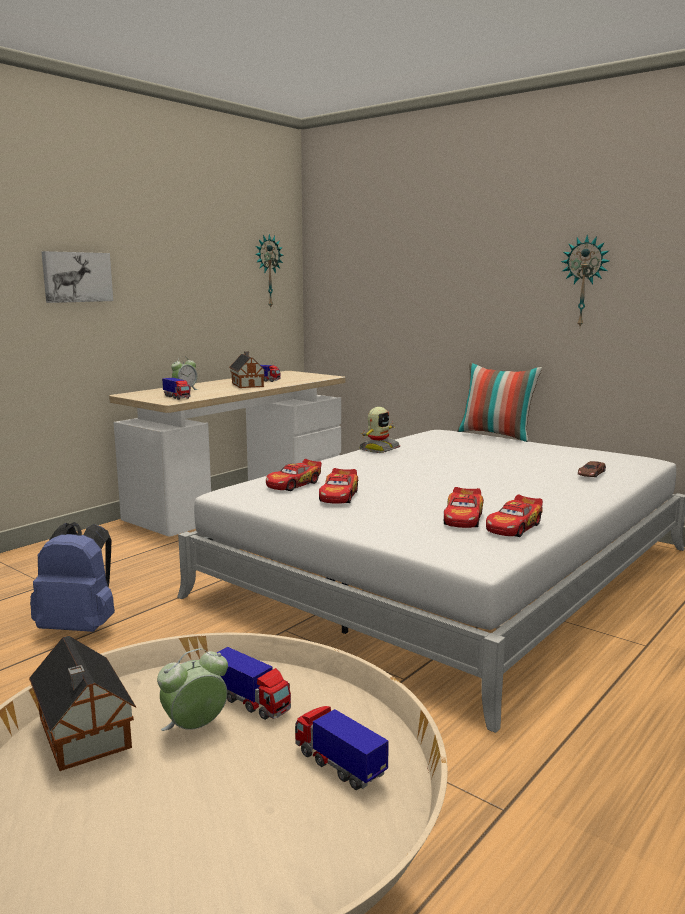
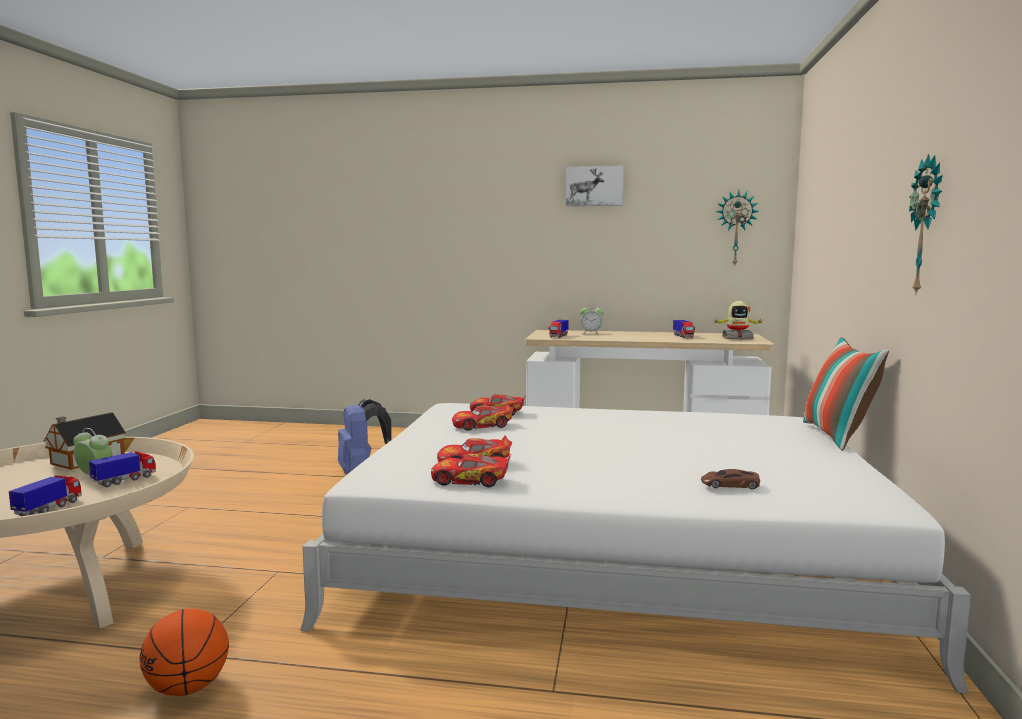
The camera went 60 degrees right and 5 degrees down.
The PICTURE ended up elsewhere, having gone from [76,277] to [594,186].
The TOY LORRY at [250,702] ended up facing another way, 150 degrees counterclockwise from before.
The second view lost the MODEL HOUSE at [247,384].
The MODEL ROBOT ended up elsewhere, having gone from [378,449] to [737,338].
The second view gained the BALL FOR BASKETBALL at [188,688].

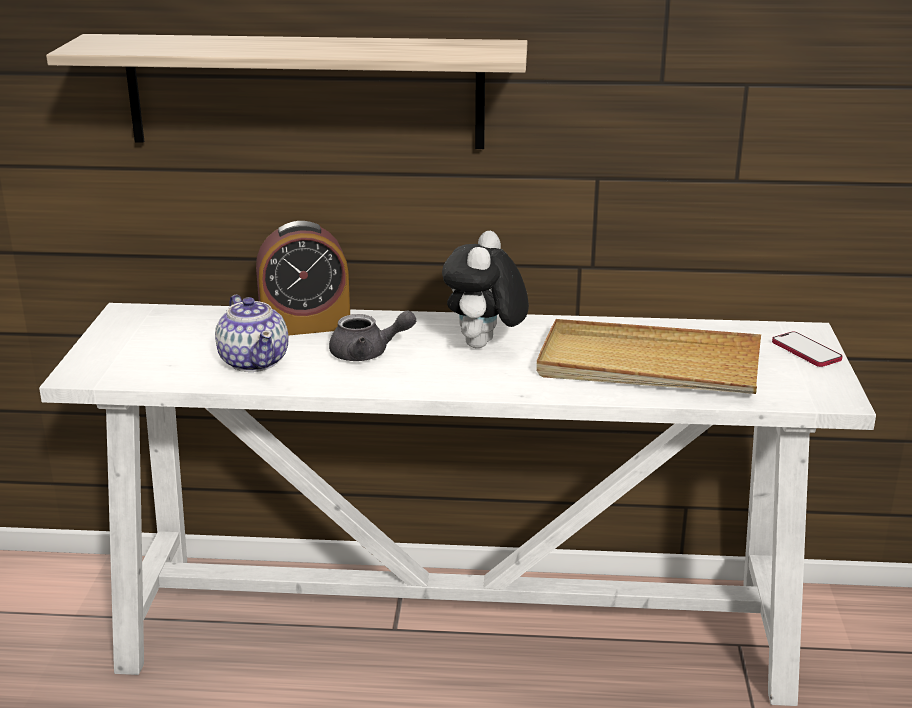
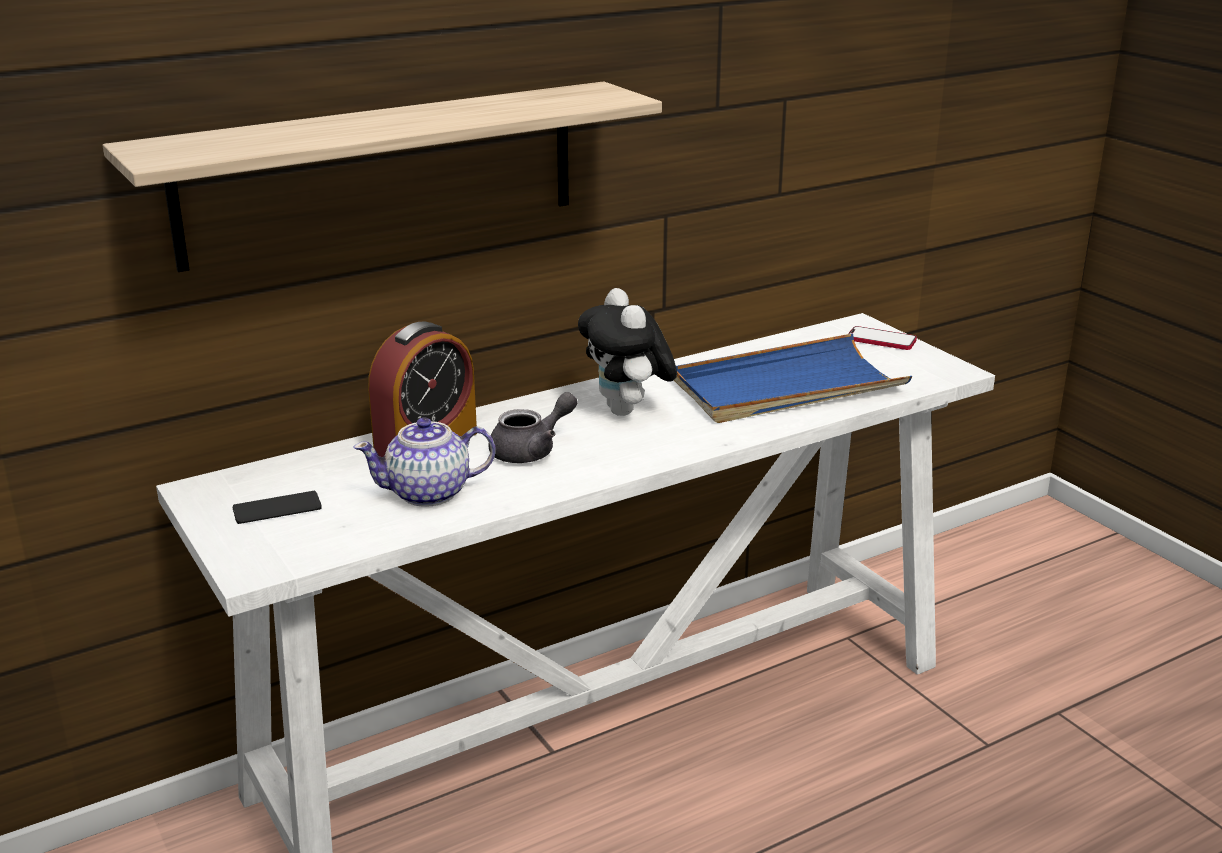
The camera went 35 degrees left and 0 degrees up.
The TEAPOT at [254,361] ended up facing another way, 135 degrees clockwise from before.
What was the SAND-COLOURED CARRYING TRAY at [648,366] turned into the BLUISH CARRYING TRAY at [786,387].
The second view gained the HANDSET at [277,508].

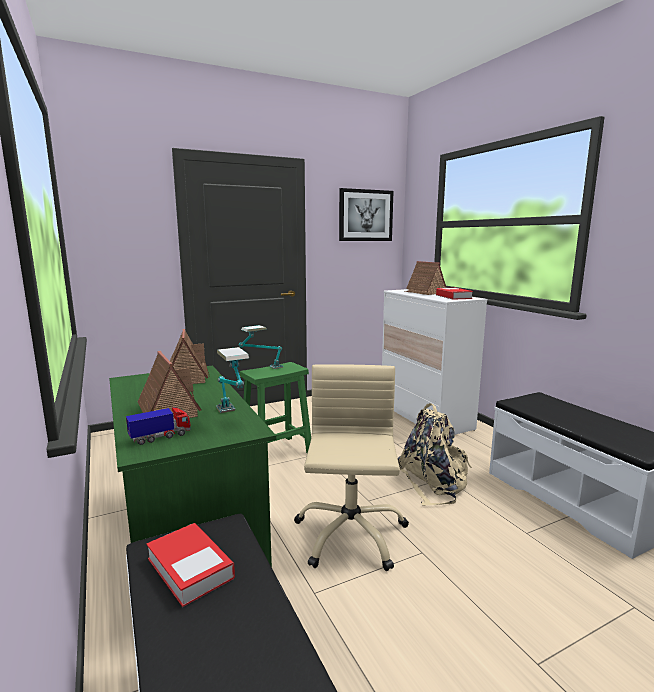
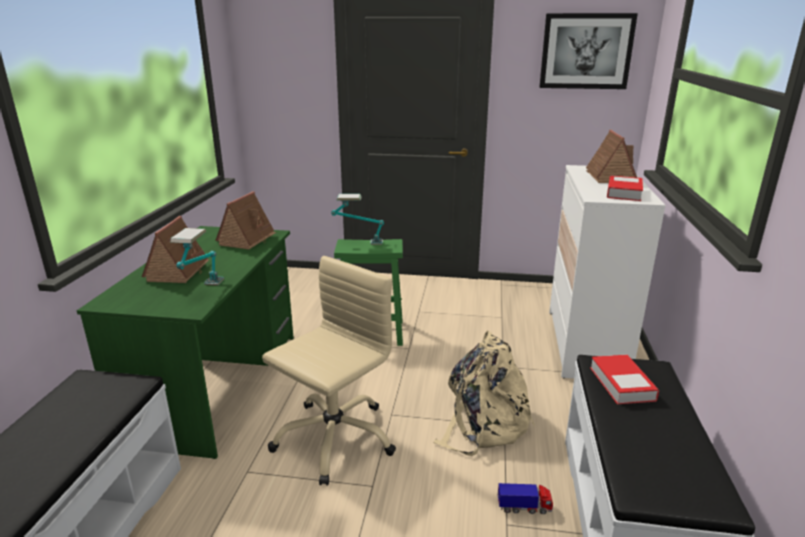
The camera went 35 degrees right and 10 degrees up.
The TOY LORRY ended up elsewhere, having gone from [161,437] to [524,508].
The BOUND BOOK ended up elsewhere, having gone from [190,568] to [621,384].

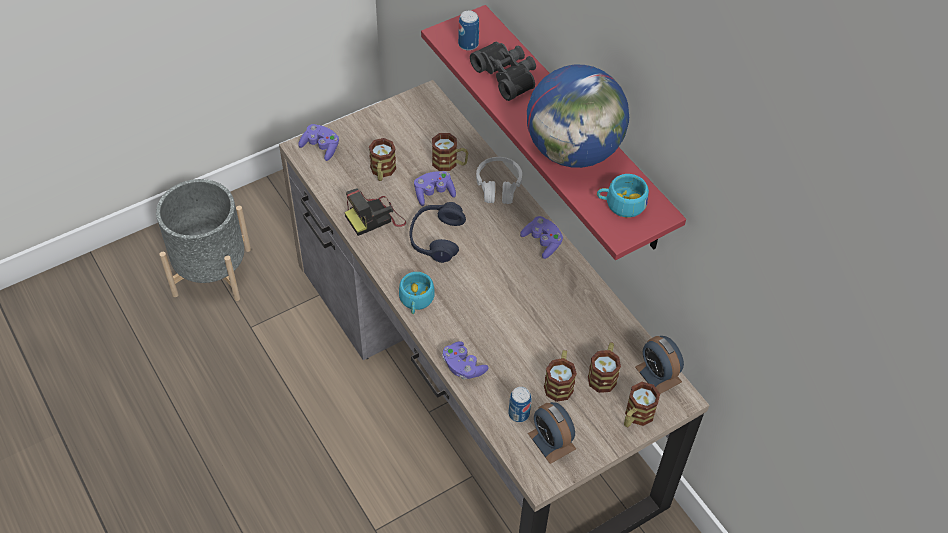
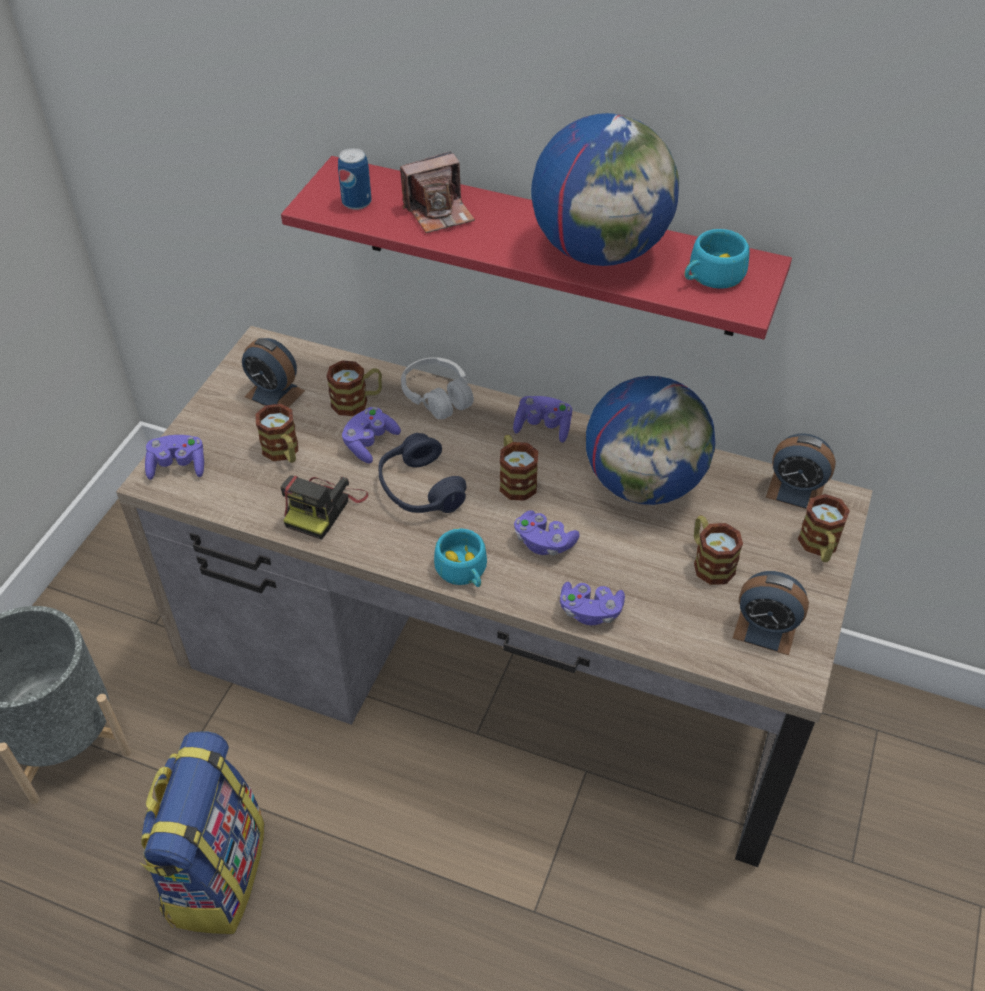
The camera went 35 degrees left and 5 degrees down.
Where the BLACKISH BINOCULARS stood at [507,75], the PHOTO CAMERA came to stand at [439,212].
The second view lost the METAL CAN at [519,414].
The COFFEE MUG ended up elsewhere, having gone from [603,374] to [515,480].
The second view gained the KNAPSACK at [215,872].
The second view gained the TABLE CLOCK at [274,393].
The second view gained the PURPLISH JOYPAD at [544,543].
The second view gained the GLOBE at [644,483].

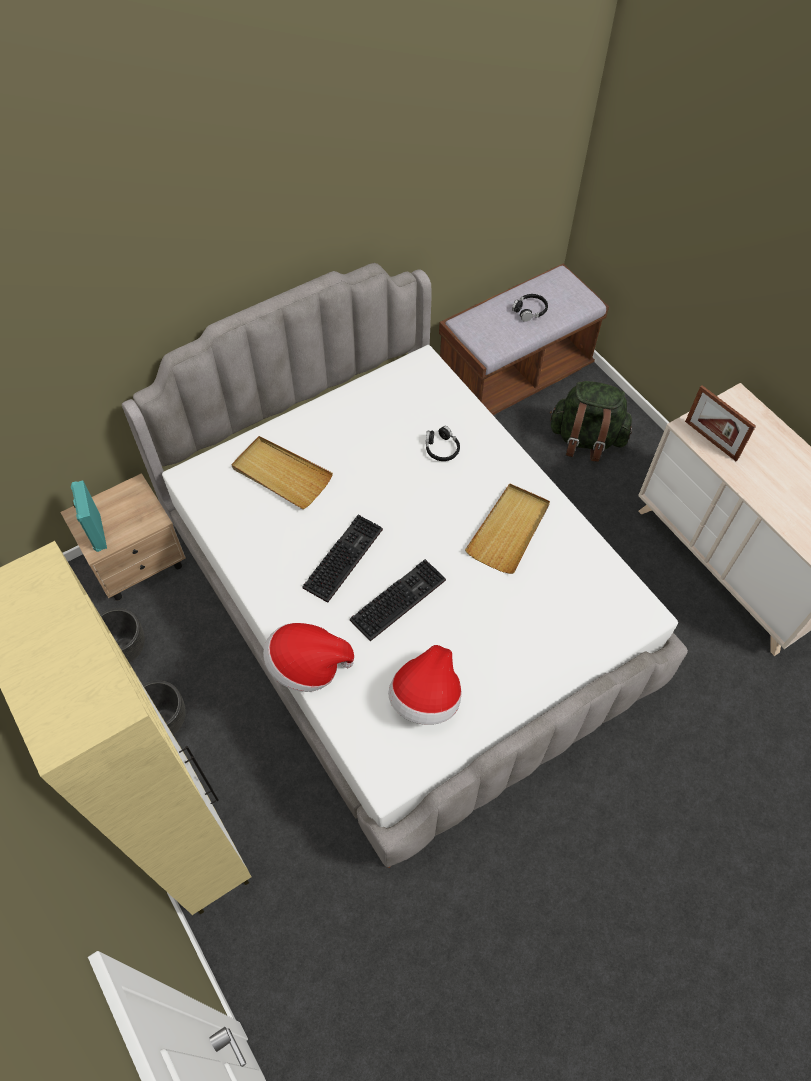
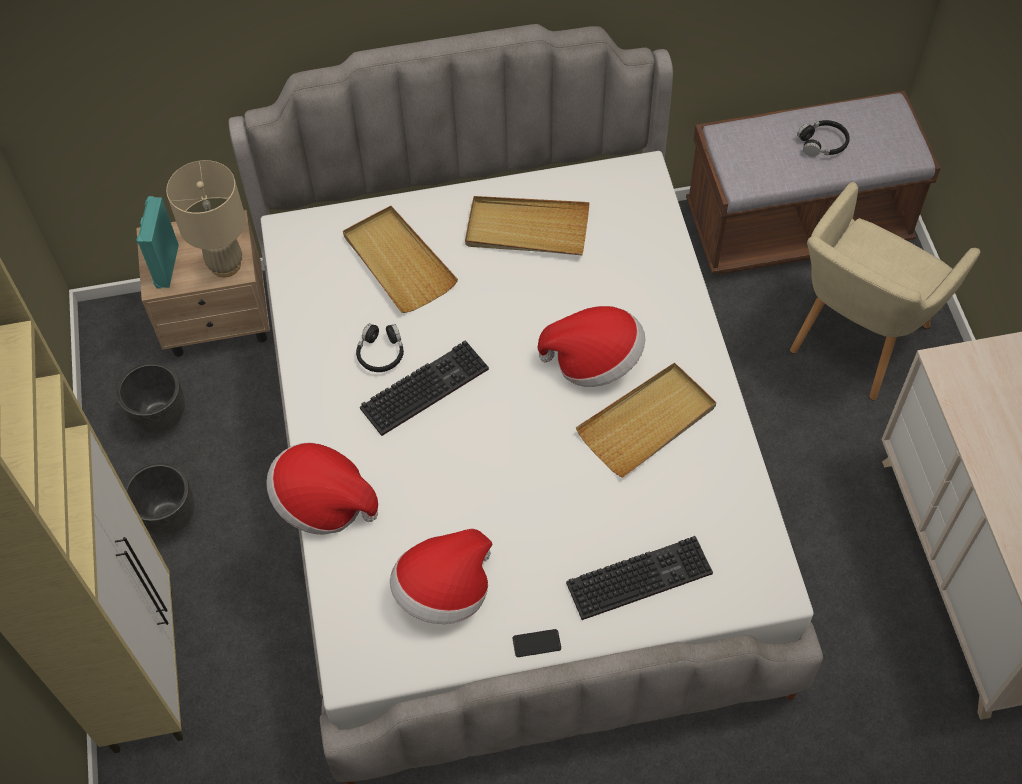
The camera went 25 degrees right and 0 degrees up.
The COMPUTER KEYBOARD ended up elsewhere, having gone from [398,597] to [640,575].
The BLACKISH HEADPHONES ended up elsewhere, having gone from [441,448] to [381,353].
Where the GREENISH KNAPSACK stood at [585,440], the SAND-COLOURED ARMCHAIR came to stand at [855,343].
The second view lost the PHOTO FRAME at [711,440].
The second view gained the SAND-COLOURED TABLETOP LAMP at [225,265].
The second view gained the SAND-COLOURED CARRYING TRAY at [527,229].
The second view gained the HANDSET at [536,643].
The second view gained the CLOTHING HAT at [594,361].

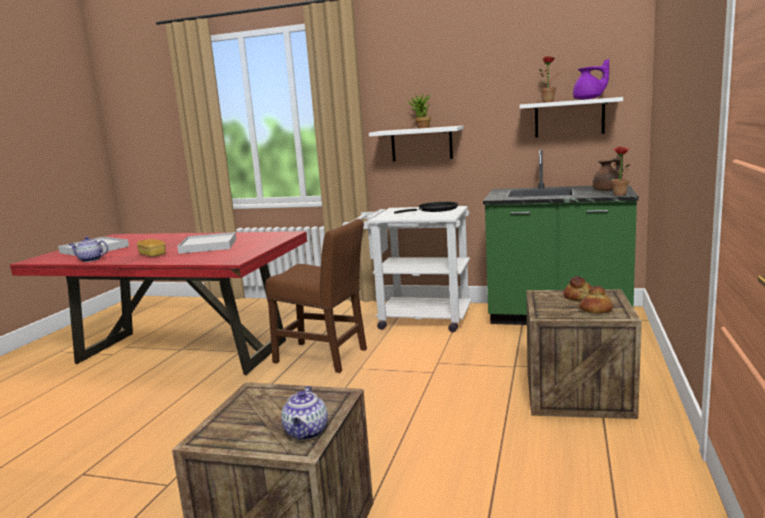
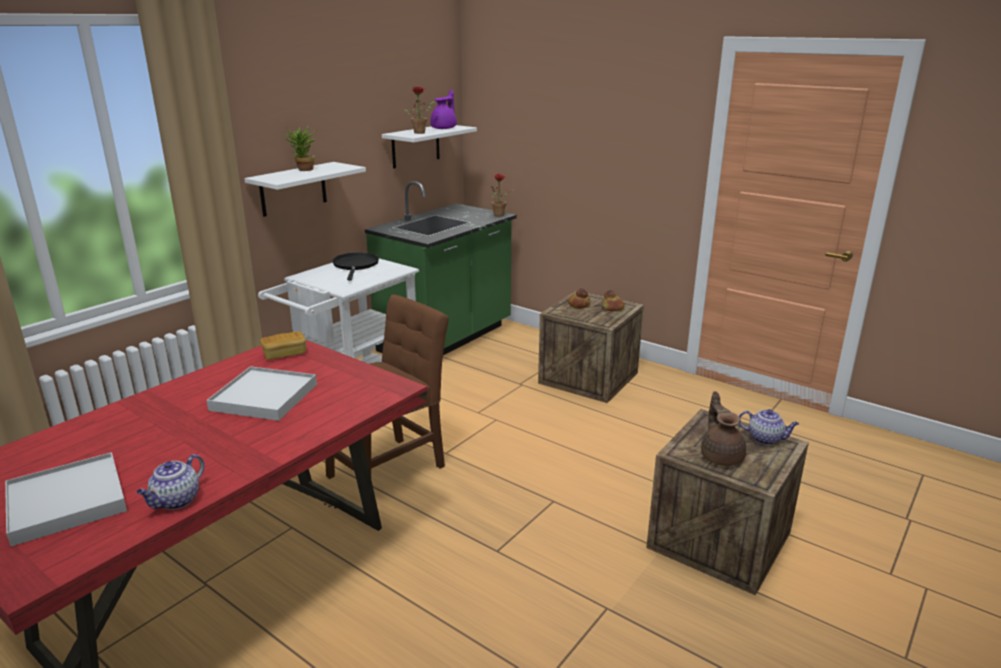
The camera went 70 degrees left and 10 degrees up.
The BAKERY BREAD ended up elsewhere, having gone from [152,255] to [284,354].
The BROWNISH TEAPOT ended up elsewhere, having gone from [608,190] to [721,456].

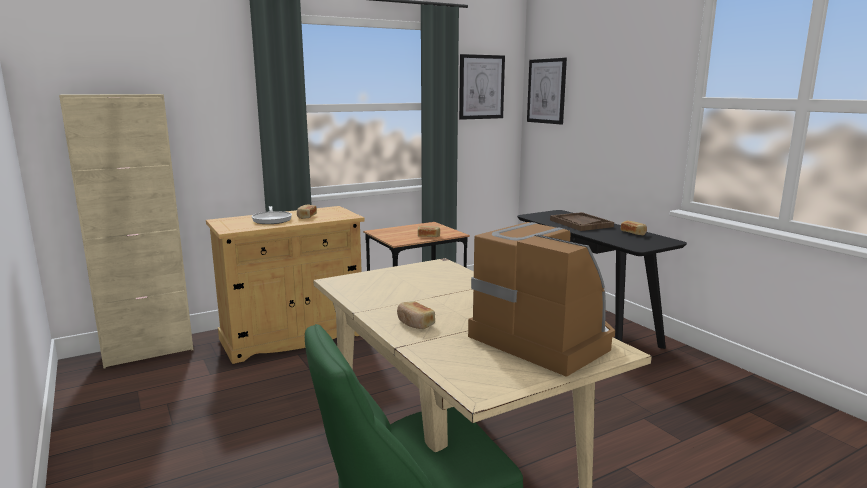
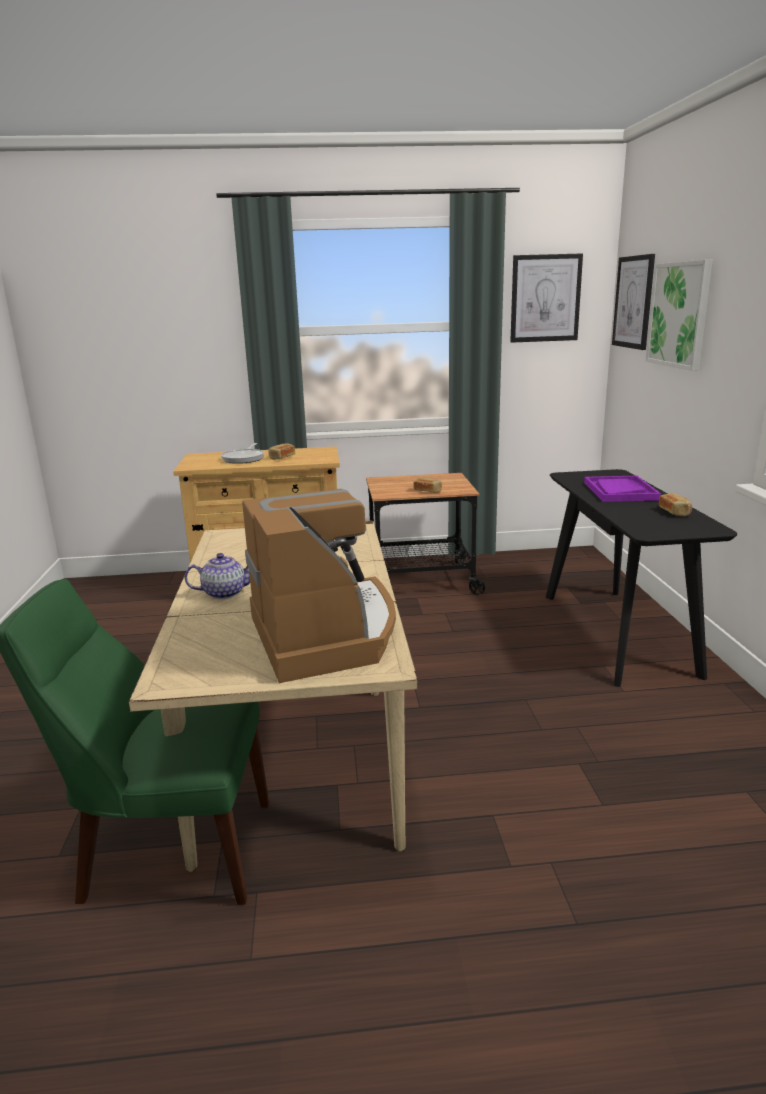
The camera went 25 degrees right and 5 degrees up.
The second view lost the SAND-COLOURED CUPBOARD at [148,352].
Where the BAKERY BREAD stood at [415,323], the TEAPOT came to stand at [224,593].
What was the BROWNISH CARRYING TRAY at [580,223] turned into the PURPLISH CARRYING TRAY at [620,491].
The second view gained the PICTURE at [679,314].

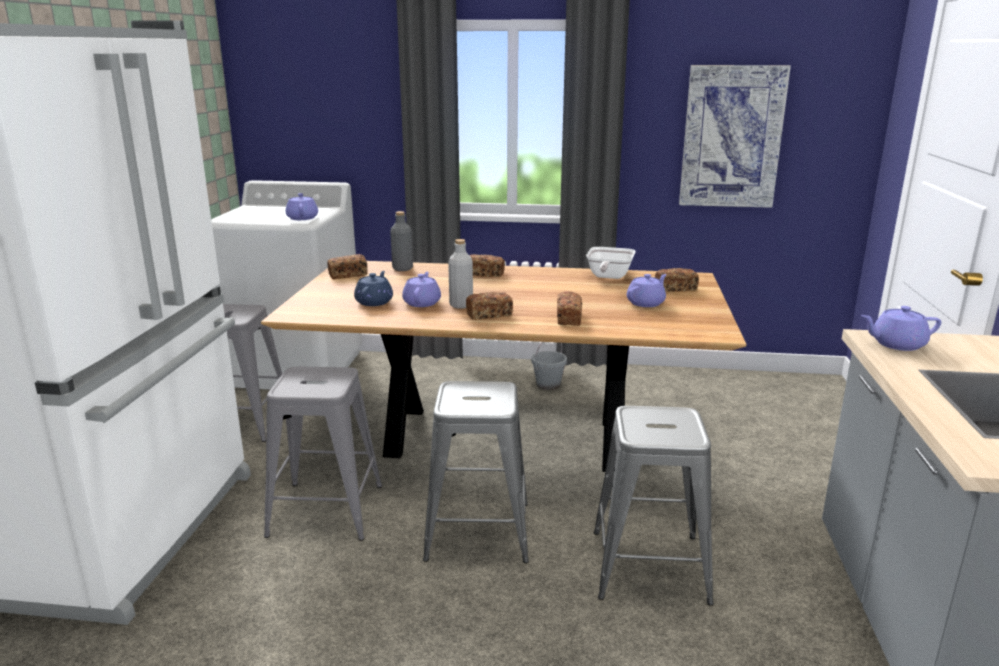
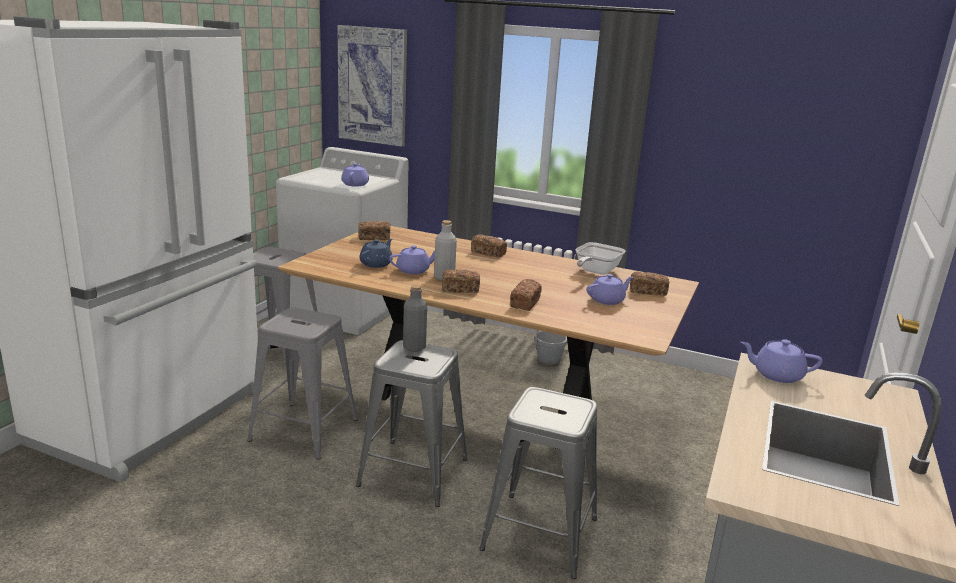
The camera went 15 degrees right and 0 degrees up.
The GREY BOTTLE ended up elsewhere, having gone from [402,269] to [414,347].
The PURPLISH TEAPOT at [422,303] ended up facing another way, 45 degrees clockwise from before.
The PICTURE ended up elsewhere, having gone from [731,137] to [373,85].

